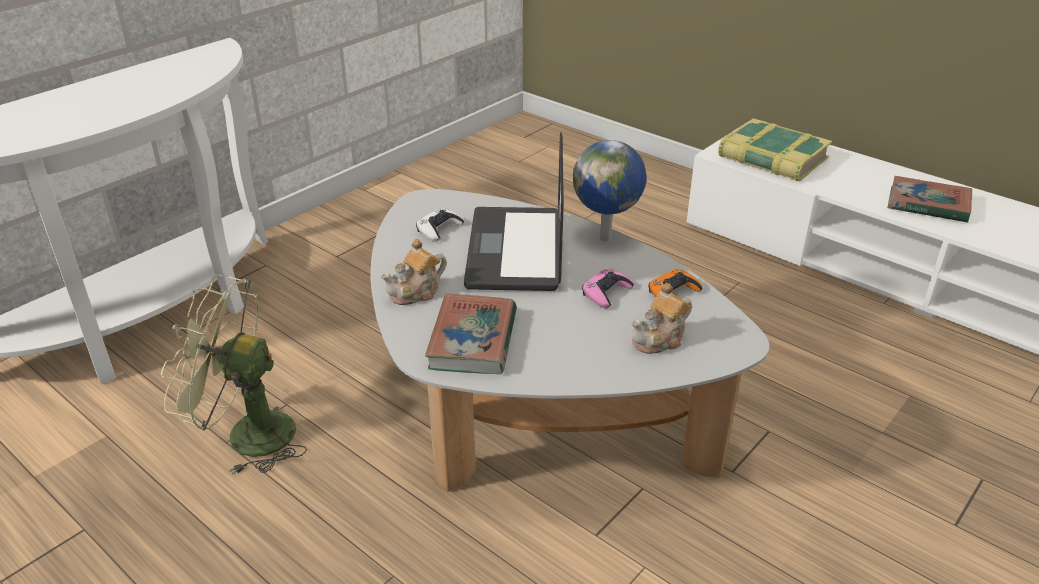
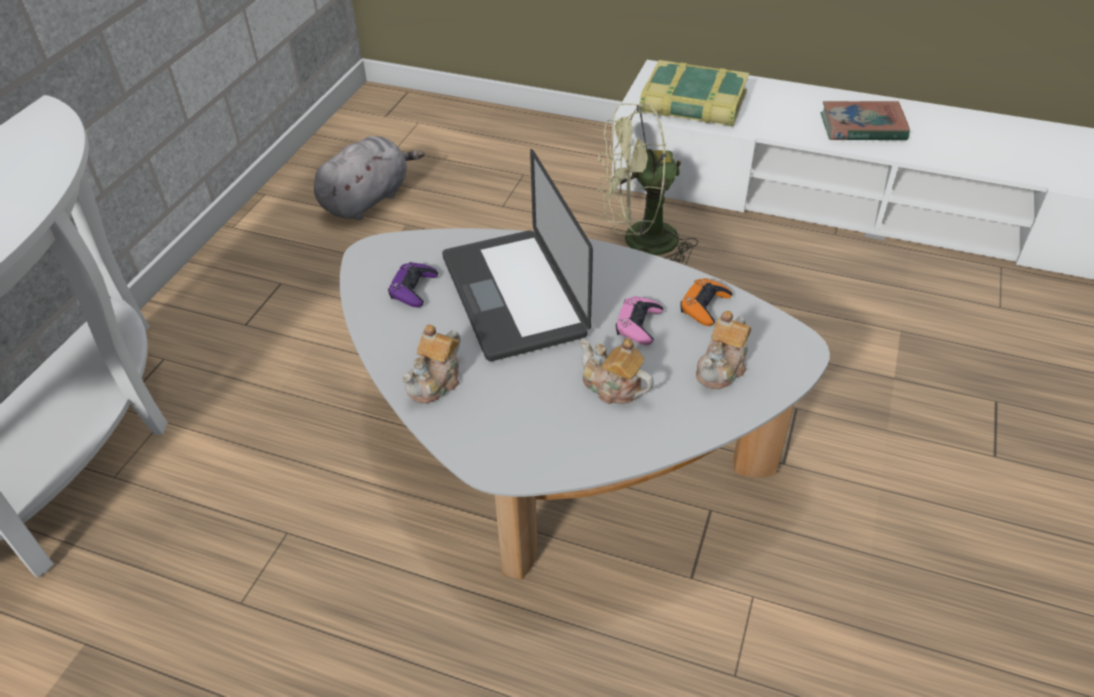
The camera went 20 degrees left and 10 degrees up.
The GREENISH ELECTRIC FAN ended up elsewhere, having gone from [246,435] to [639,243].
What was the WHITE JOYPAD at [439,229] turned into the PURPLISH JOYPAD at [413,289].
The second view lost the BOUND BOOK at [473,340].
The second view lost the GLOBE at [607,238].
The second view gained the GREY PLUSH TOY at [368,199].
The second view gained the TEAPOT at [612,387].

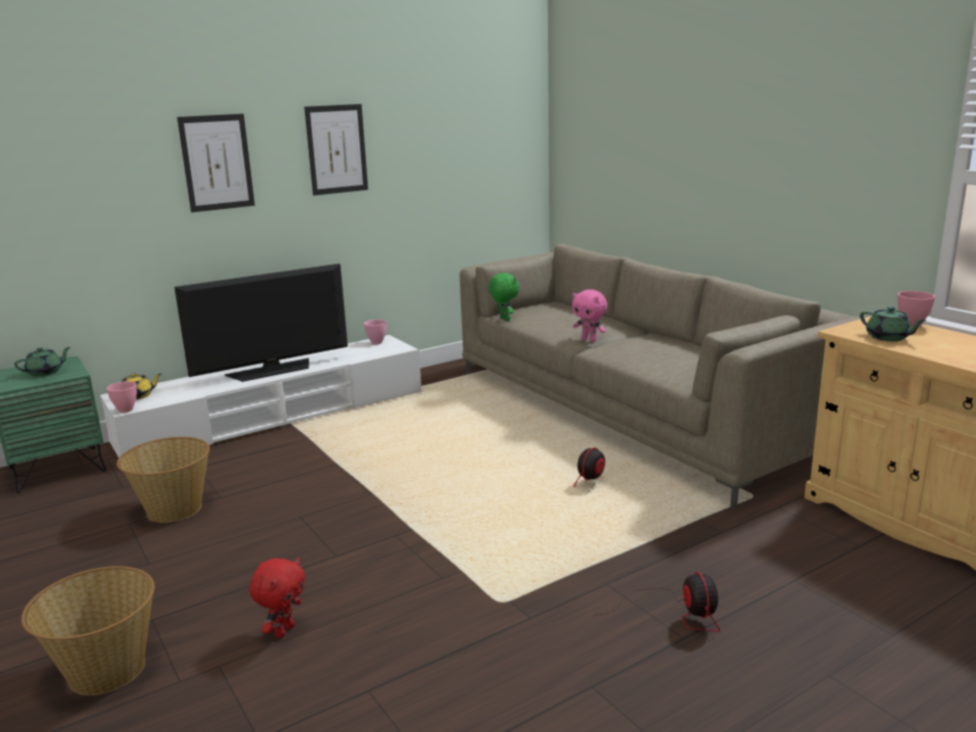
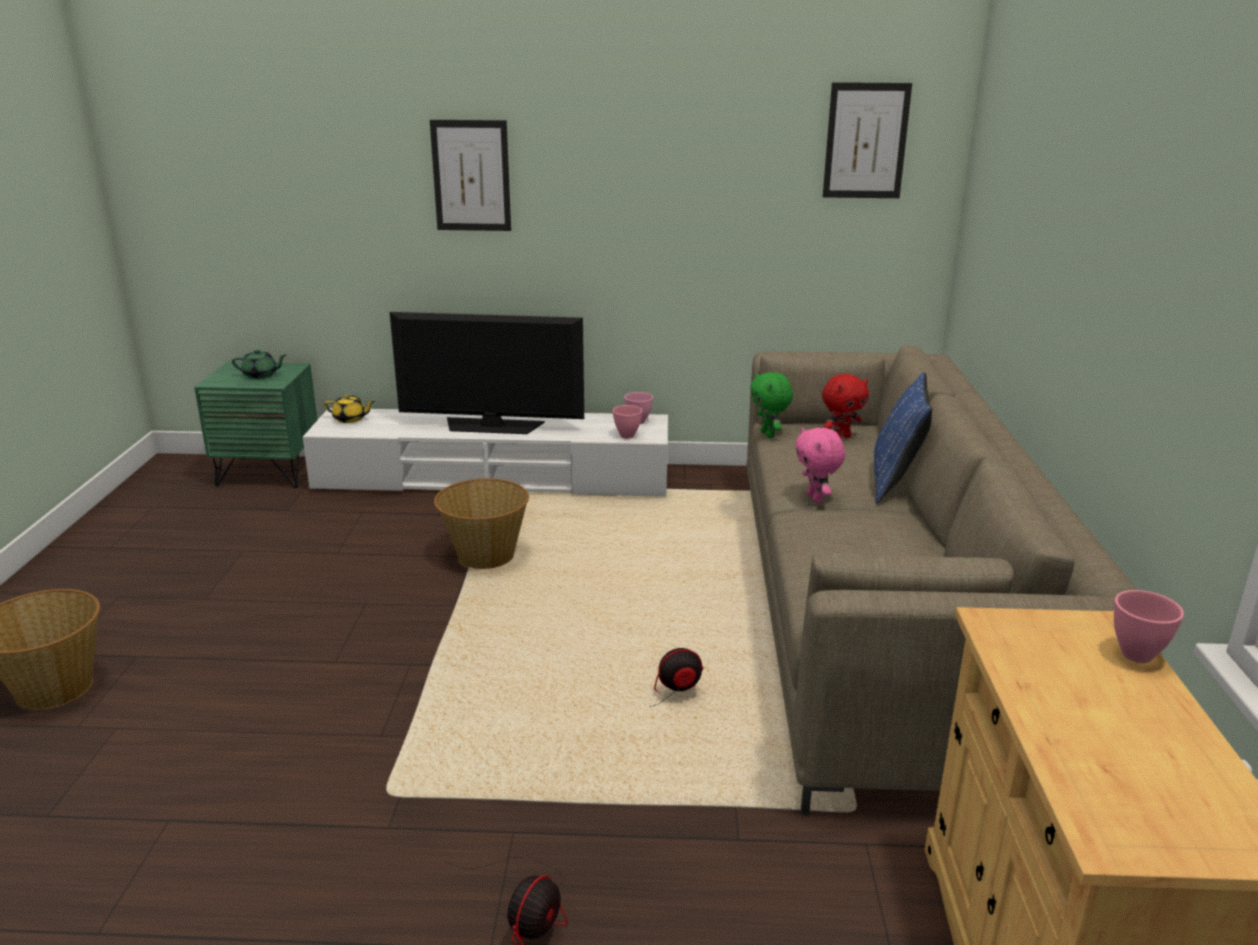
The camera went 35 degrees right and 5 degrees up.
The PINK-COLOURED DEEP DISH ended up elsewhere, having gone from [125,410] to [626,436].
The HOUSEHOLD BASKET ended up elsewhere, having gone from [173,509] to [485,556].
The RED-COLOURED PLUSH TOY ended up elsewhere, having gone from [284,630] to [841,437].
The PICTURE ended up elsewhere, having gone from [336,149] to [866,141].
The GREENISH PLUSH TOY at [504,319] ended up facing another way, 150 degrees clockwise from before.
The second view lost the GREENISH TEAPOT at [888,338].
The second view gained the BLUISH CUSHION at [895,481].

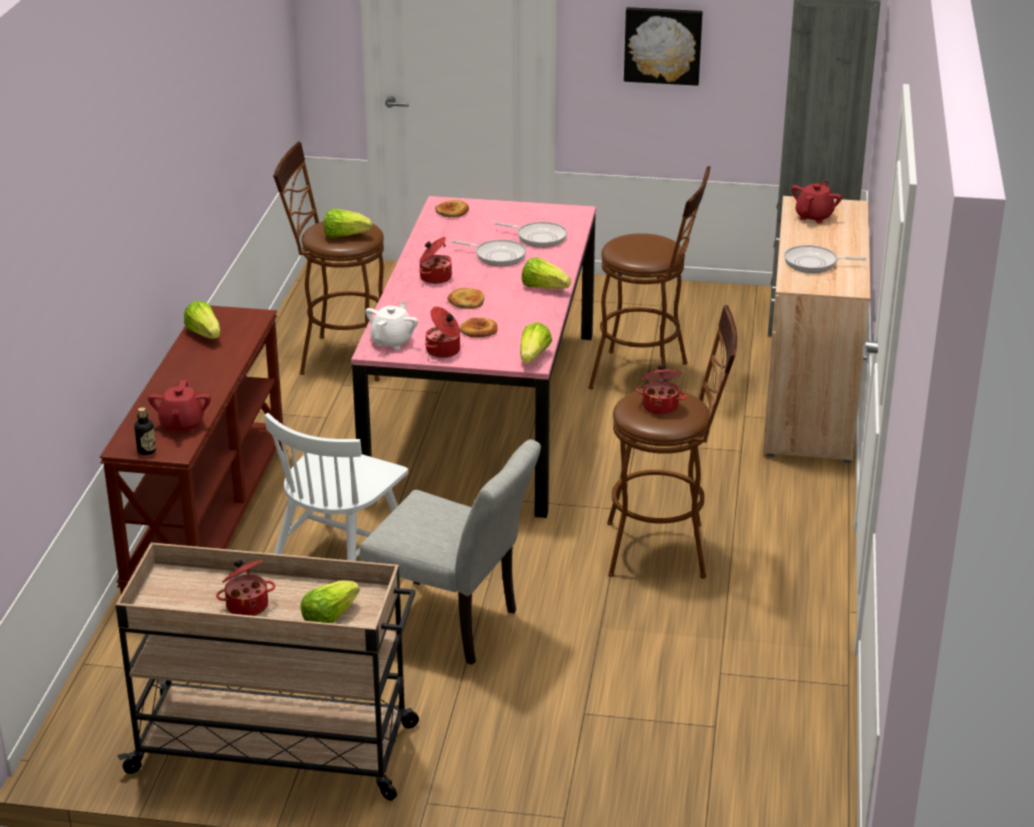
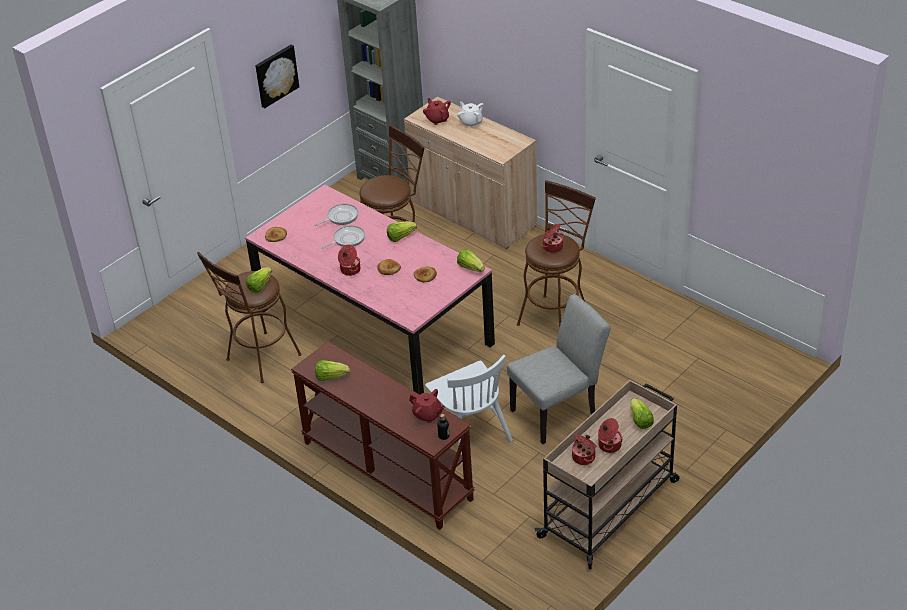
The camera went 55 degrees left and 10 degrees up.
The WHITE TEAPOT ended up elsewhere, having gone from [392,341] to [471,122].
The SAUCEPOT ended up elsewhere, having gone from [444,351] to [584,457].
The second view lost the FRYING PAN at [814,263].

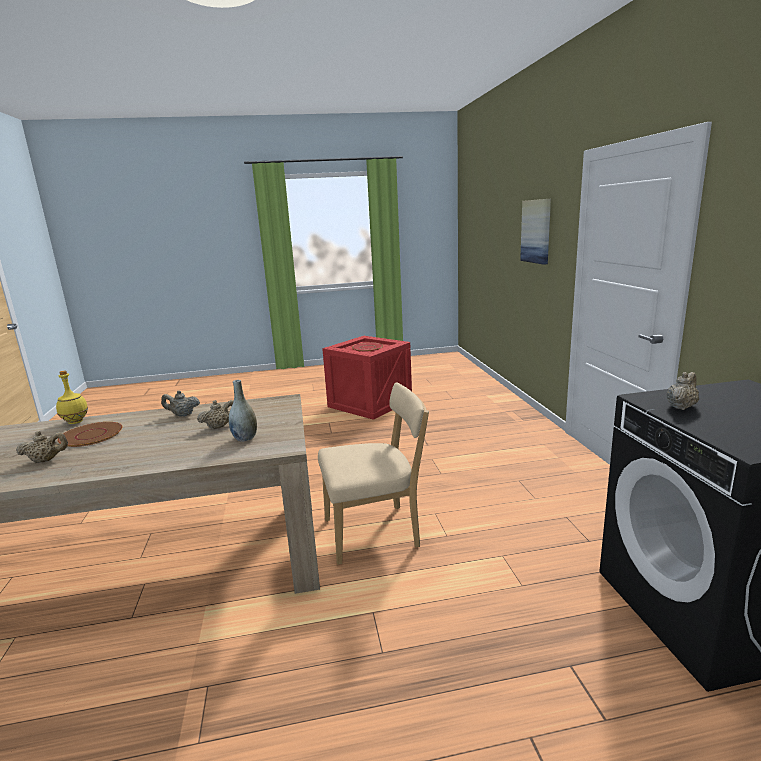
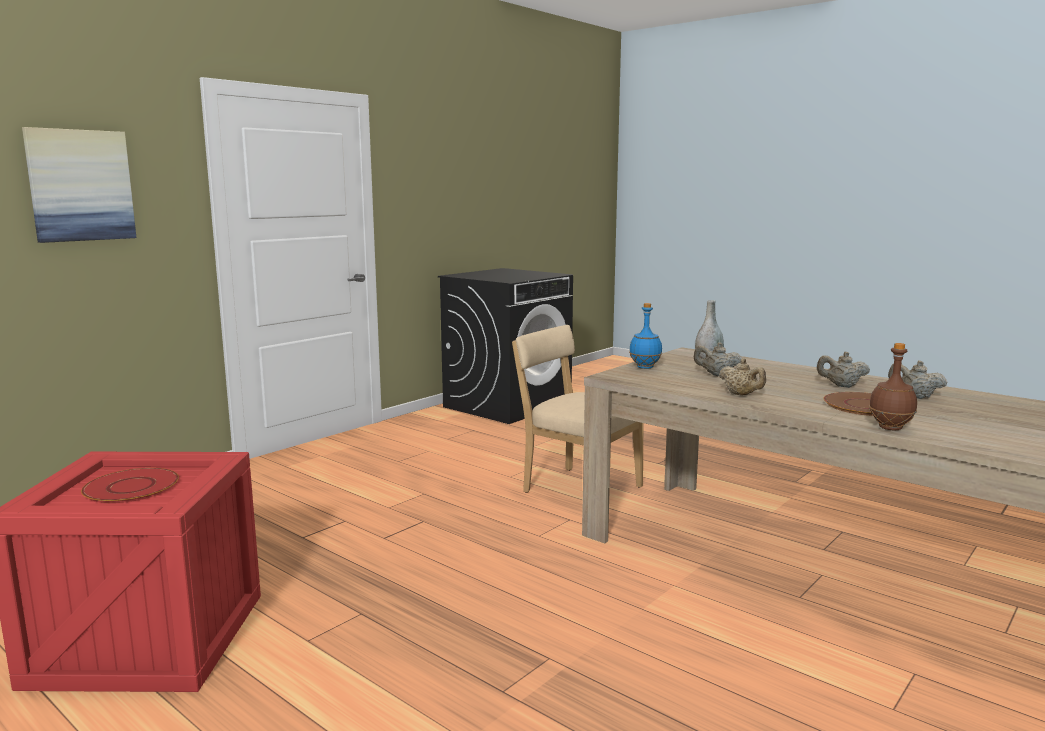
The camera went 130 degrees left and 5 degrees down.
What was the YELLOW-COLOURED BOTTLE at [76,422] turned into the BROWNISH BOTTLE at [889,428].
The SAND-COLOURED TEAPOT ended up elsewhere, having gone from [681,407] to [841,386].
The second view gained the BLUISH BOTTLE at [645,367].

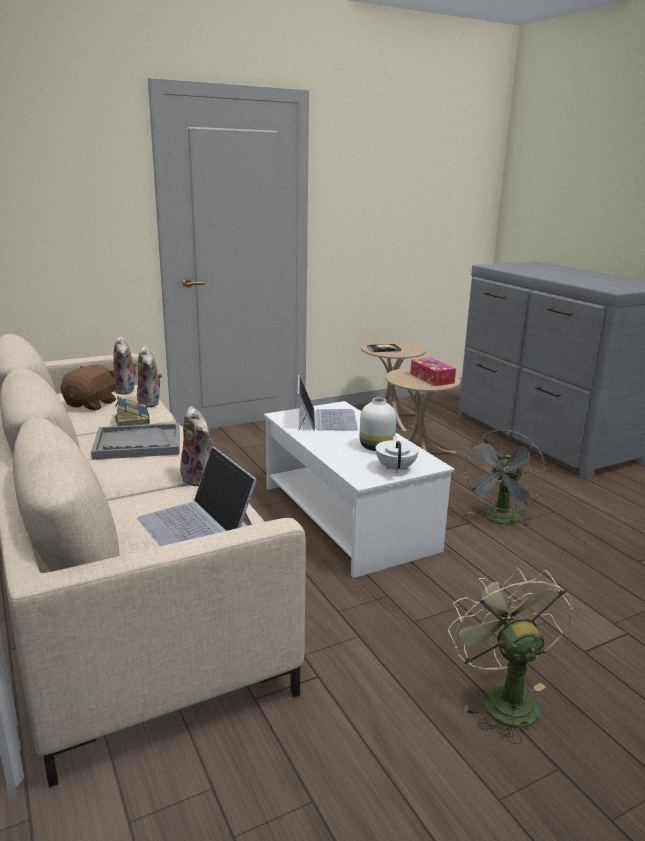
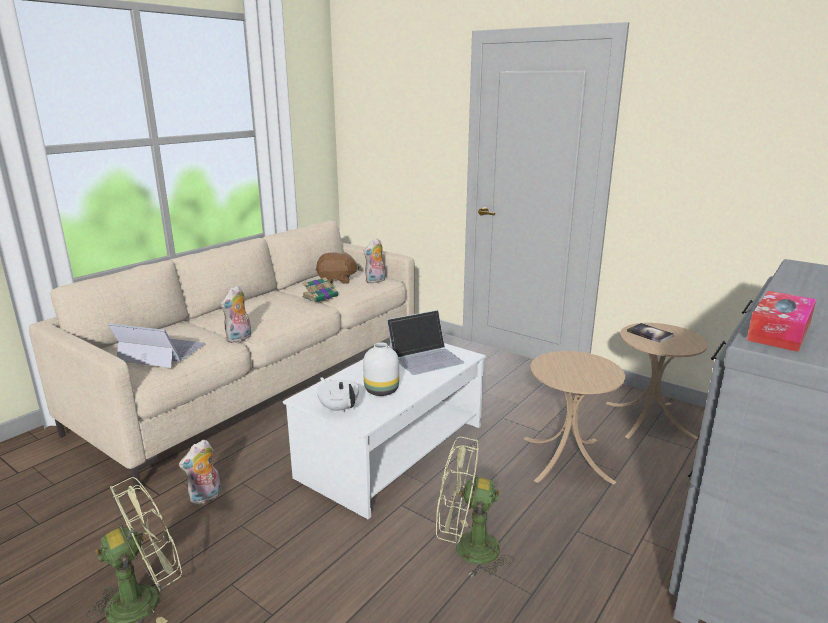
The camera went 65 degrees right and 0 degrees up.
The second view lost the GREY CARRYING TRAY at [137,444].
The PLUSH TOY ended up elsewhere, having gone from [151,403] to [206,497].
The LAPTOP at [197,524] ended up facing another way, 75 degrees clockwise from before.
The WHITE TEAPOT at [396,468] ended up facing another way, 105 degrees counterclockwise from before.
The TISSUE BOX ended up elsewhere, having gone from [432,378] to [779,332].
What was the GREY ELECTRIC FAN at [500,520] turned into the GREENISH ELECTRIC FAN at [466,549].

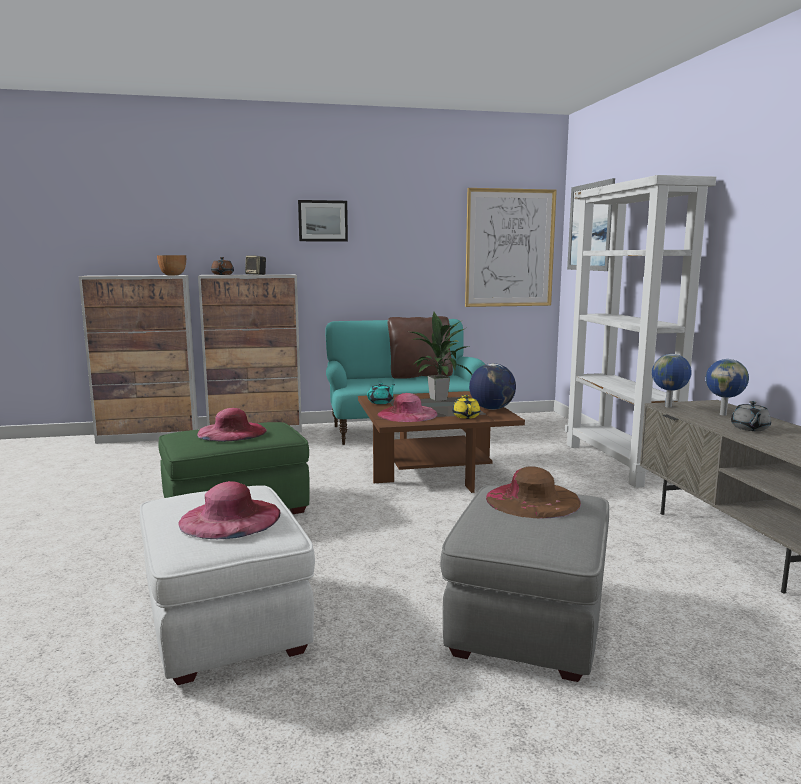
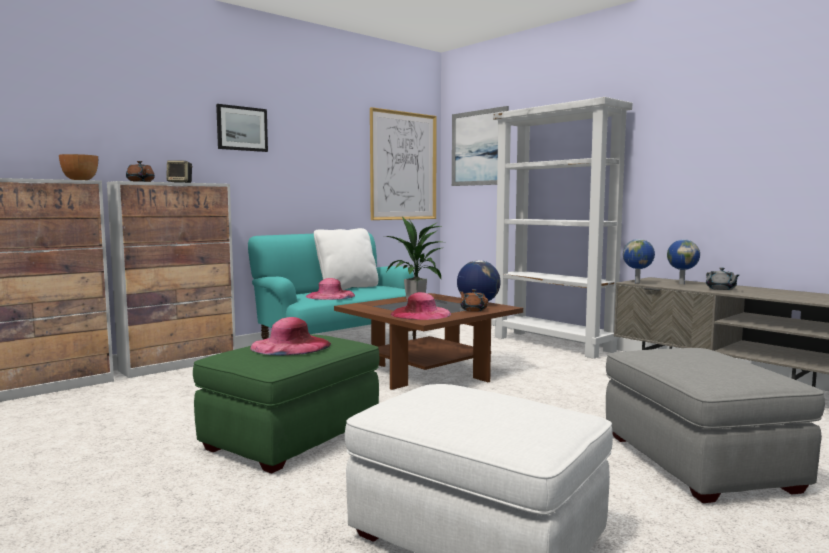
The camera went 30 degrees left and 5 degrees down.
The PINK-COLOURED CLOTHING HAT ended up elsewhere, having gone from [230,518] to [330,295].
The second view lost the TURQUOISE TEAPOT at [381,402].
What was the BROWNISH CUSHION at [420,376] turned into the WHITE CUSHION at [347,288].
What was the YELLOW-COLOURED TEAPOT at [466,416] turned into the BROWNISH TEAPOT at [473,310].
The second view lost the BROWNISH CLOTHING HAT at [532,500].

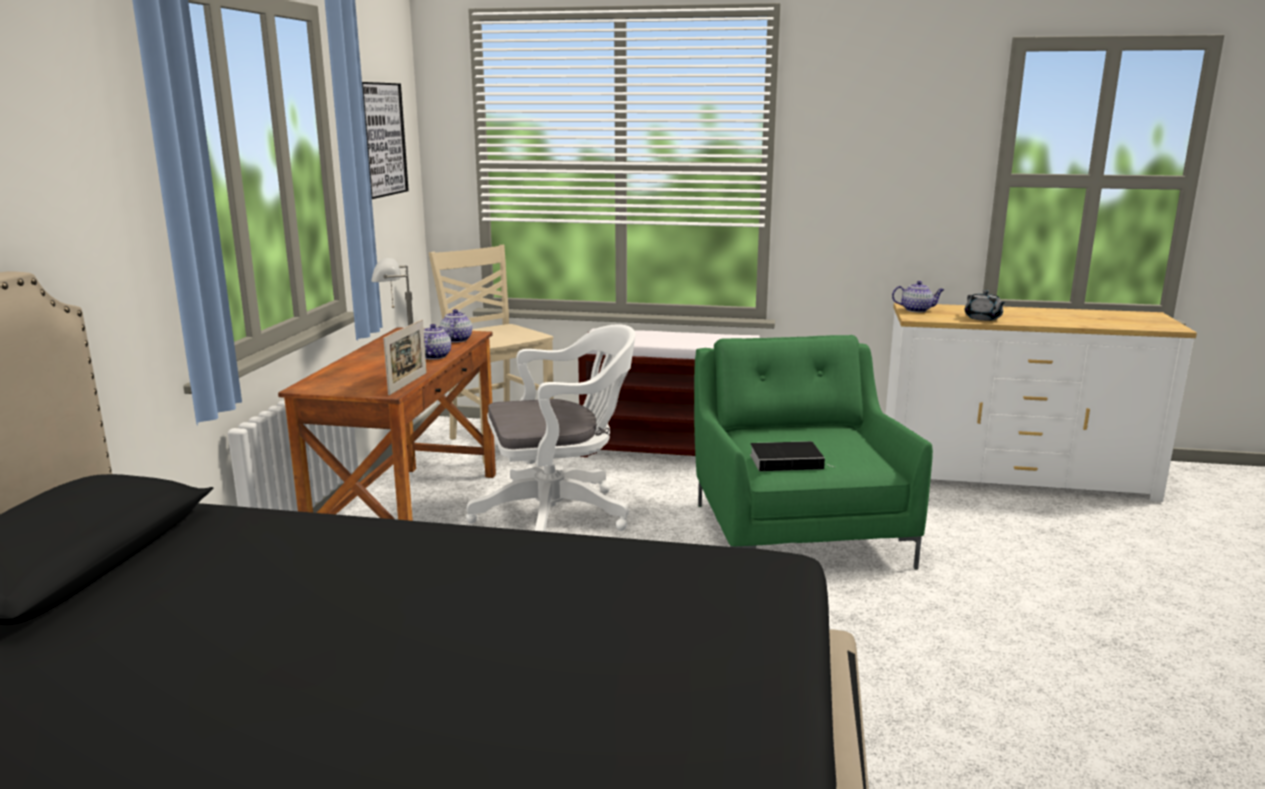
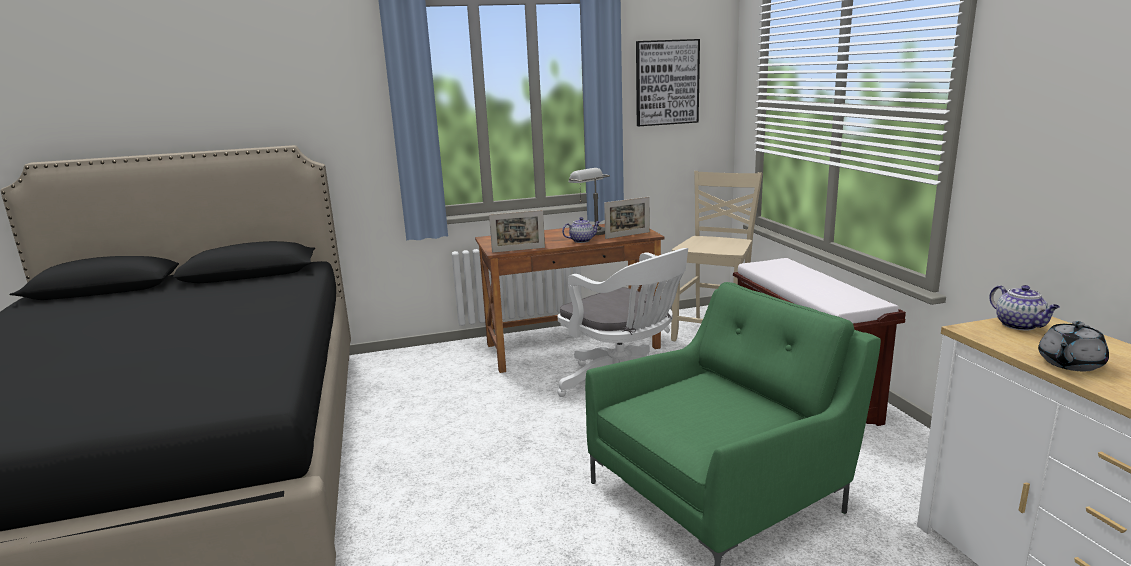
The camera went 65 degrees right and 0 degrees up.
Where the TEAPOT stood at [456,340], the PHOTO FRAME came to stand at [627,235].
The second view lost the BOUND BOOK at [788,461].

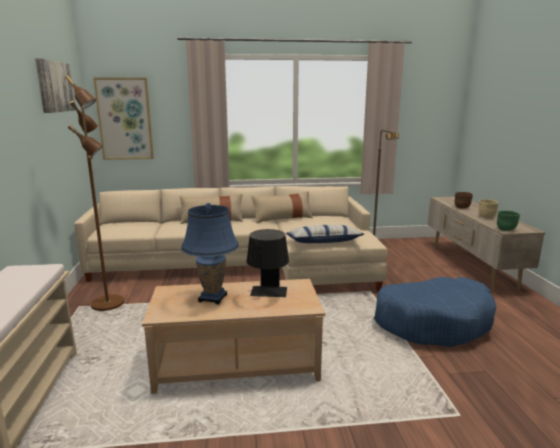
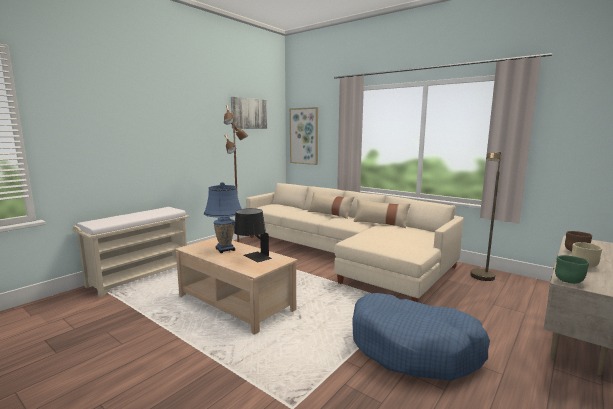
The camera went 45 degrees right and 5 degrees down.
The second view lost the CUSHION at [323,242].

